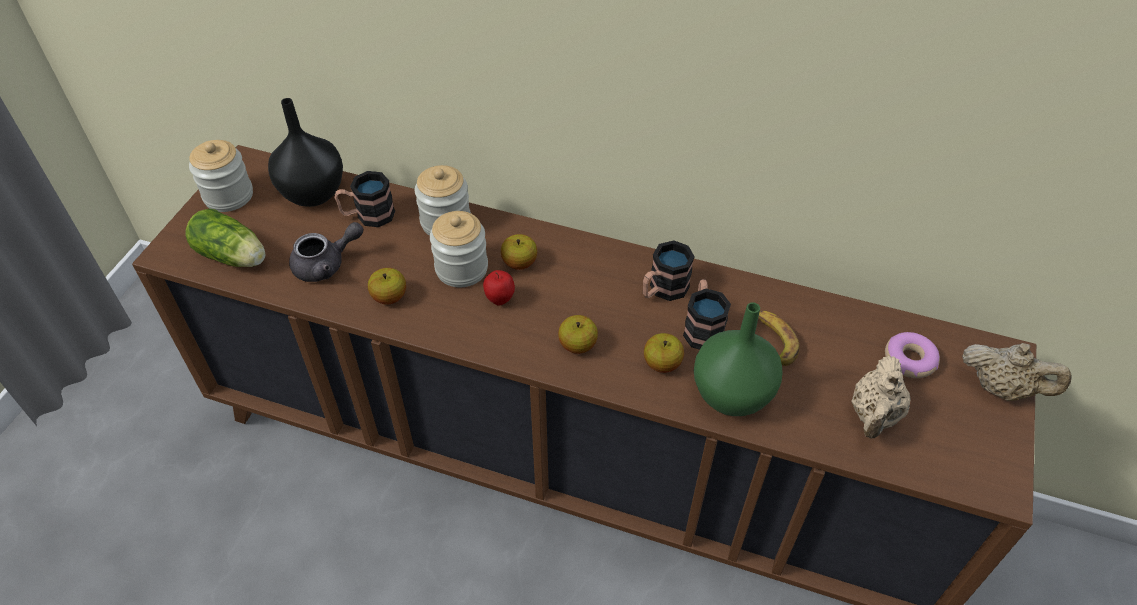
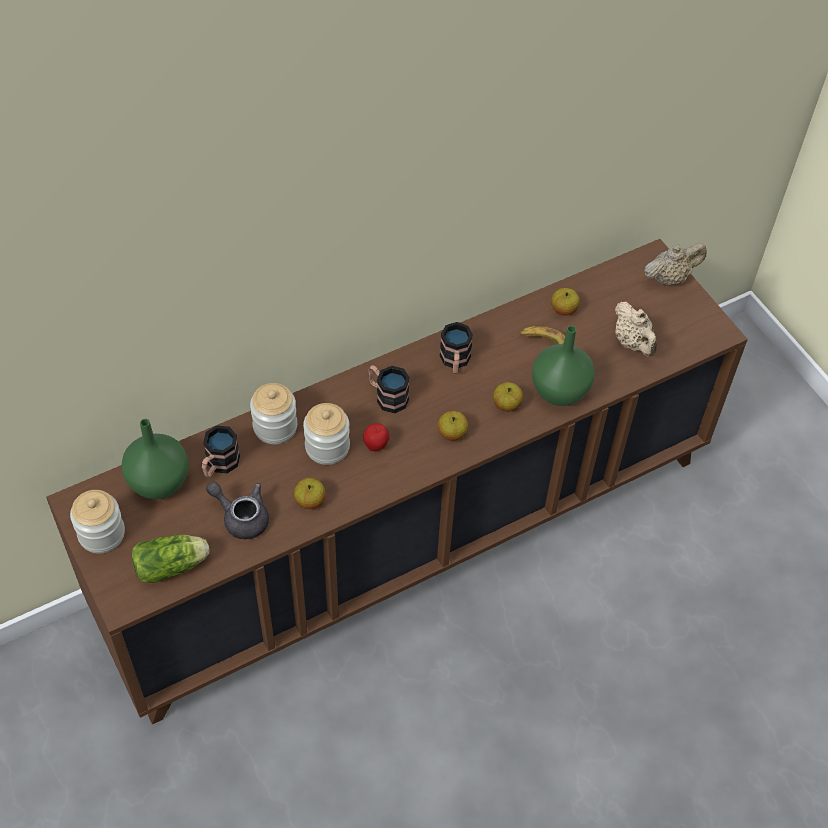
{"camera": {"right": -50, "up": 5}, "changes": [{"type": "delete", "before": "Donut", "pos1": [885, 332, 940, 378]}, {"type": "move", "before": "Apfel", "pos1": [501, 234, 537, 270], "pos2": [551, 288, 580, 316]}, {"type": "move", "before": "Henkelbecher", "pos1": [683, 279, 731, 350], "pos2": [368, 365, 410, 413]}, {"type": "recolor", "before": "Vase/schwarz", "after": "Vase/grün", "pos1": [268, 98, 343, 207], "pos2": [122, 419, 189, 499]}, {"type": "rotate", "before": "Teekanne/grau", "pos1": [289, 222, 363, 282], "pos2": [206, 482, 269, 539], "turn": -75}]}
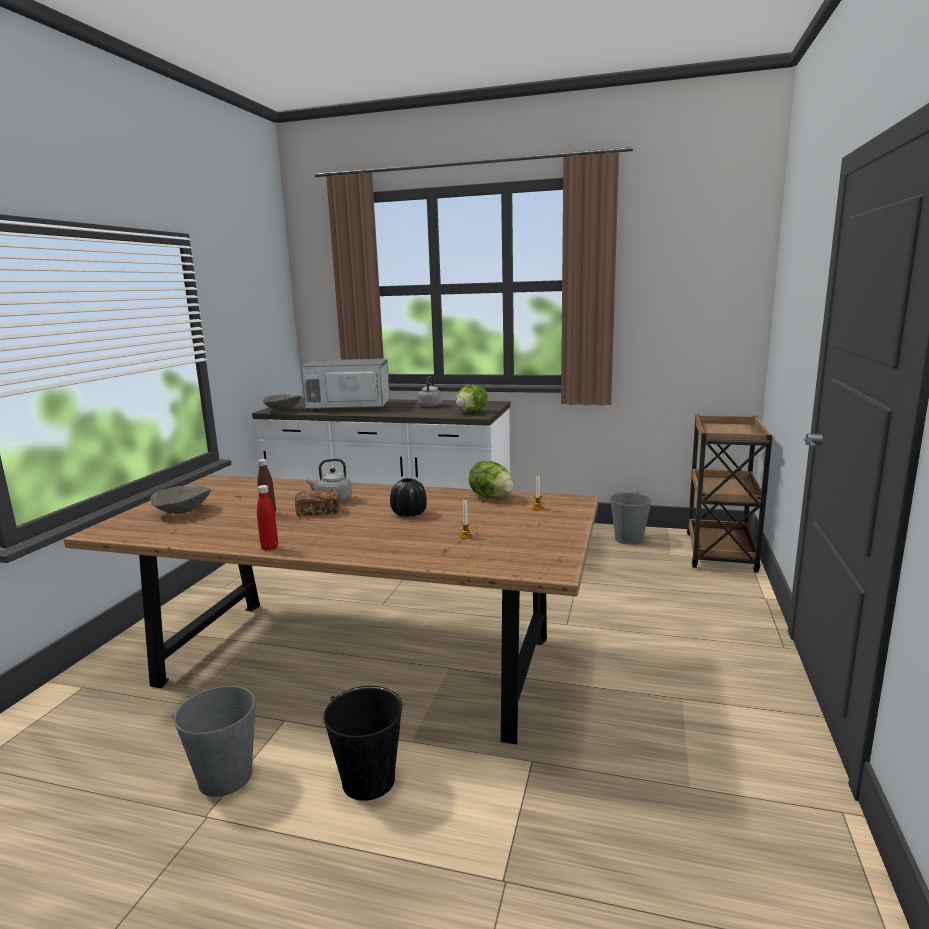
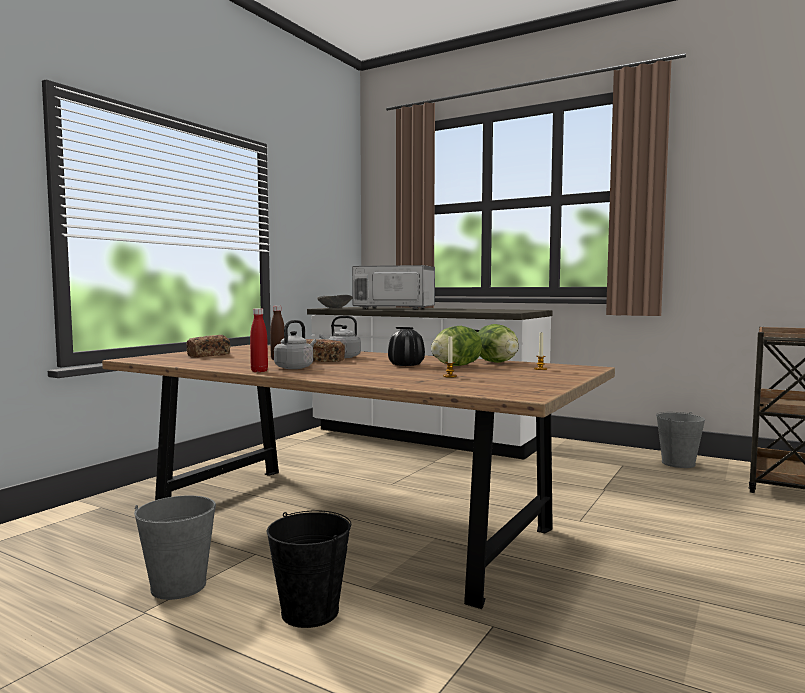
{"camera": {"right": 15, "up": -10}, "changes": [{"type": "move", "before": "Wasserkessel/grau", "pos1": [418, 376, 442, 407], "pos2": [274, 320, 316, 369]}, {"type": "move", "before": "Salatkopf", "pos1": [456, 384, 488, 412], "pos2": [431, 326, 482, 366]}, {"type": "replace", "before": "Schüssel/grau", "after": "Brot", "pos1": [150, 486, 211, 514], "pos2": [187, 335, 230, 357]}]}
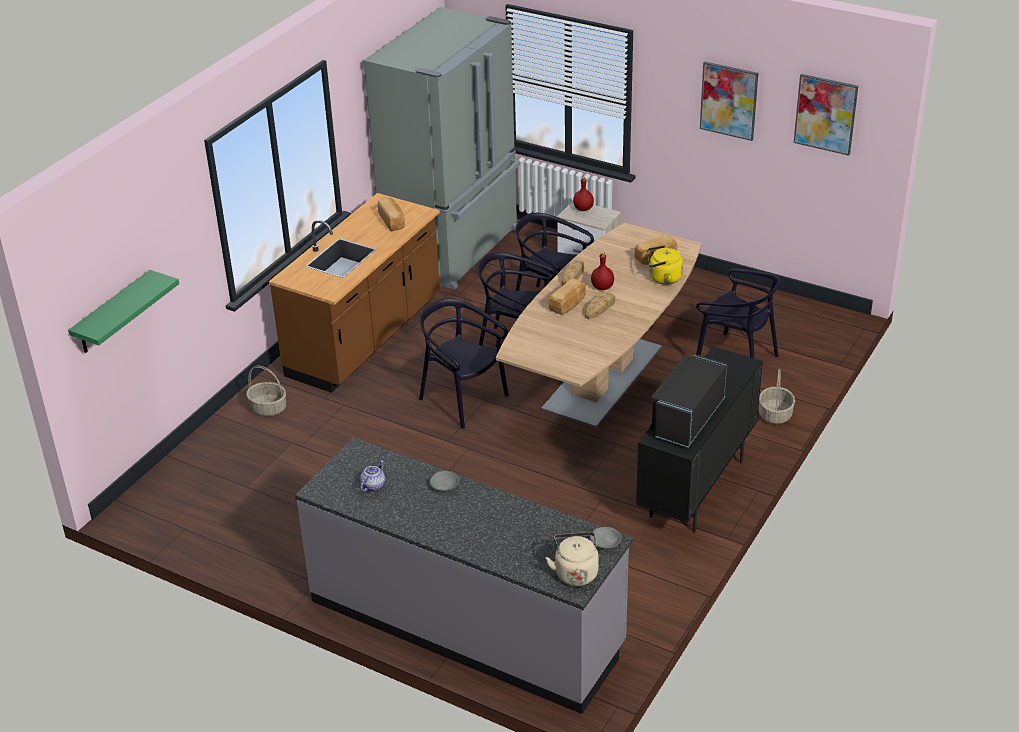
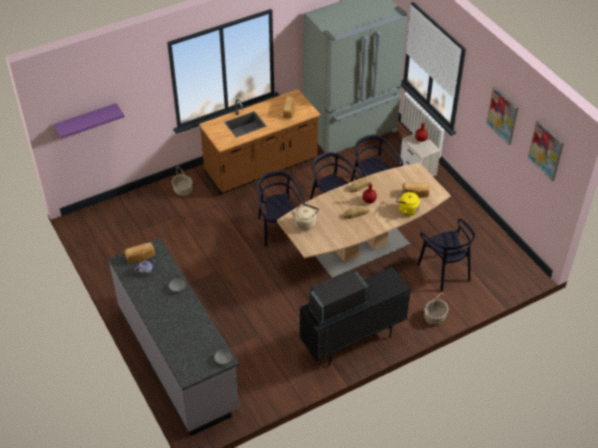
{"camera": {"right": 30, "up": 10}, "changes": [{"type": "move", "before": "Wasserkessel/beige", "pos1": [546, 532, 599, 586], "pos2": [291, 203, 319, 230]}, {"type": "move", "before": "Brot", "pos1": [549, 279, 586, 314], "pos2": [125, 242, 155, 263]}, {"type": "recolor", "before": "Wandregal/grün", "after": "Wandregal/lila", "pos1": [68, 270, 179, 353], "pos2": [54, 103, 125, 139]}]}
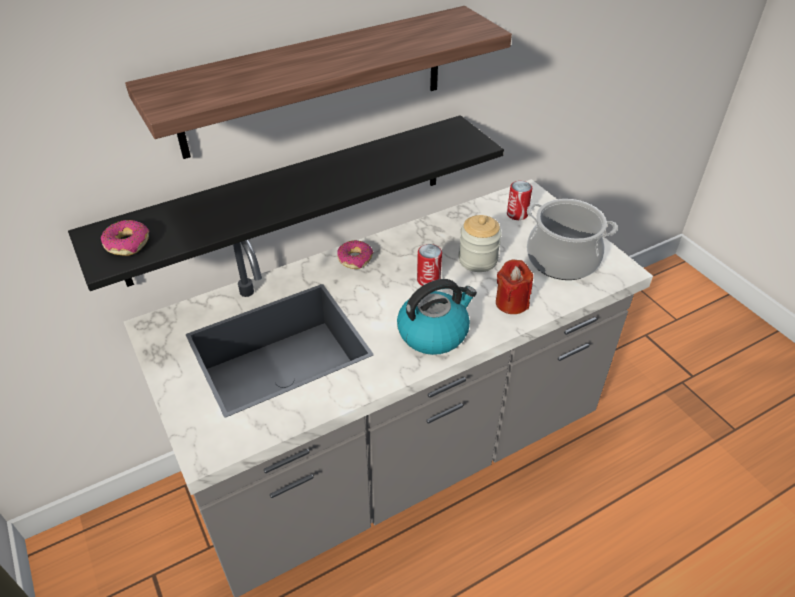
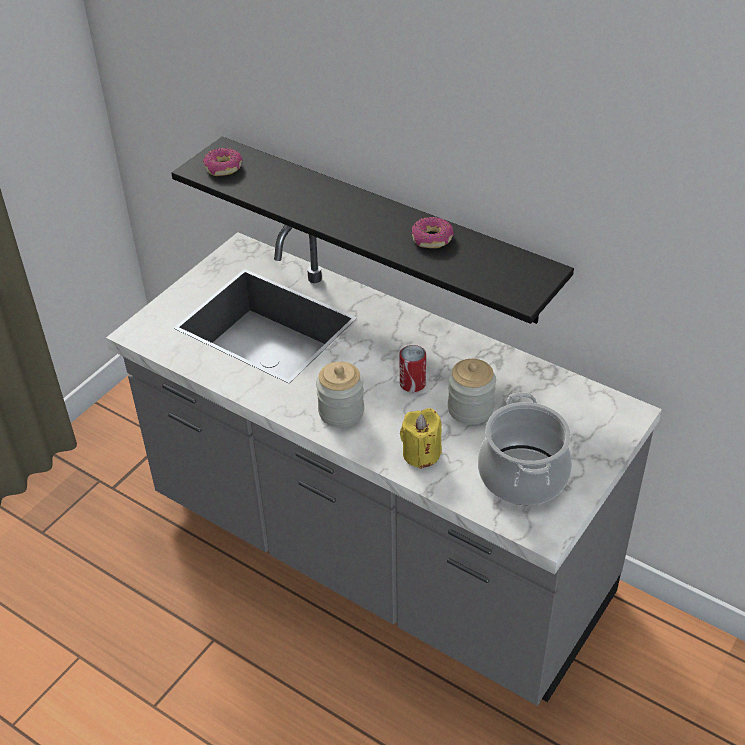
{"camera": {"right": 65, "up": 0}, "changes": [{"type": "delete", "before": "Wandregal", "pos1": [125, 6, 512, 159]}, {"type": "delete", "before": "Dose", "pos1": [507, 181, 532, 220]}, {"type": "move", "before": "Donut", "pos1": [337, 240, 373, 269], "pos2": [412, 217, 454, 248]}, {"type": "replace", "before": "Wasserkessel", "after": "Vorratsglas", "pos1": [397, 279, 477, 355], "pos2": [316, 362, 364, 427]}, {"type": "recolor", "before": "Kerze/rot", "after": "Kerze/gelb", "pos1": [496, 259, 533, 314], "pos2": [400, 408, 442, 469]}]}
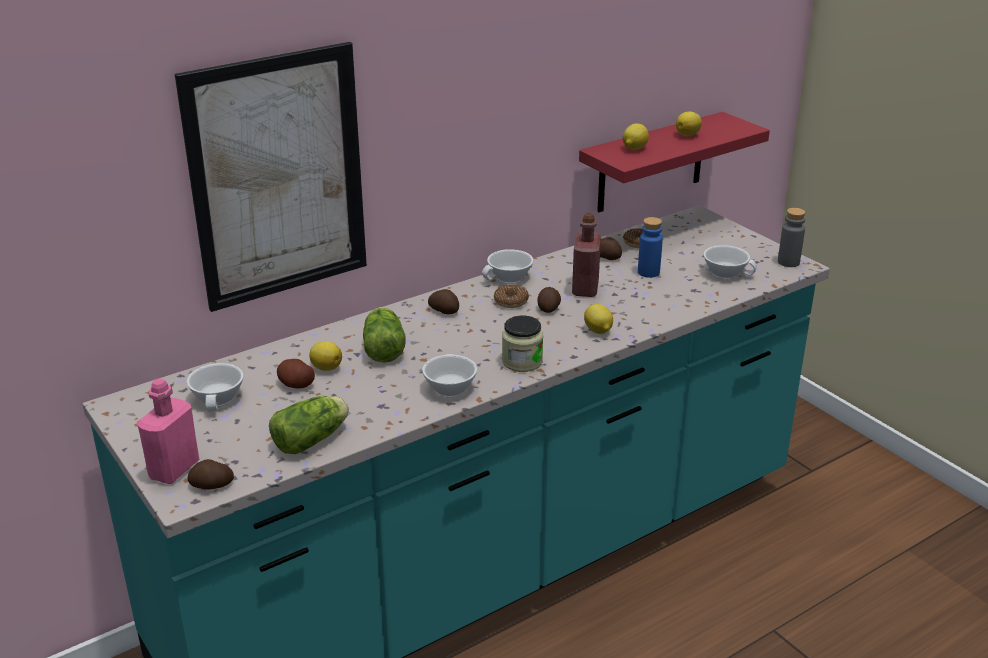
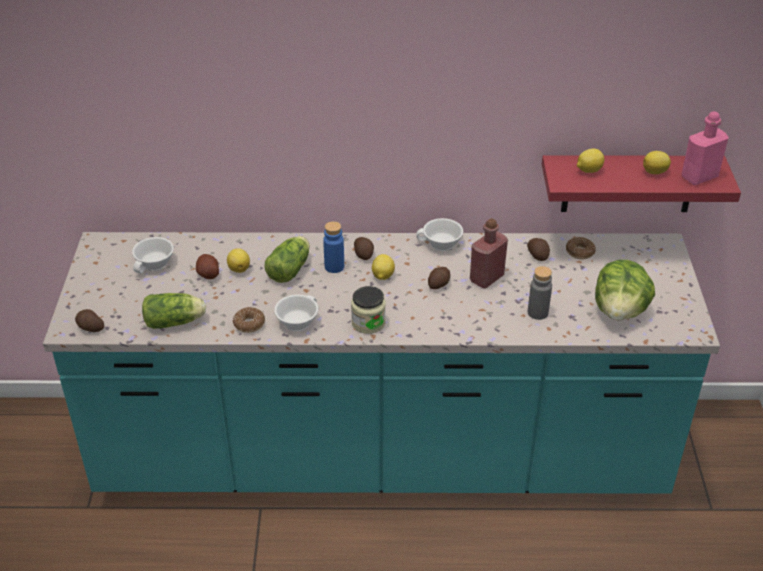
{"camera": {"right": 35, "up": 10}, "changes": [{"type": "delete", "before": "Bild", "pos1": [175, 42, 367, 312]}, {"type": "move", "before": "Flasche/rosa", "pos1": [137, 378, 199, 484], "pos2": [682, 111, 728, 185]}, {"type": "move", "before": "Donut", "pos1": [494, 285, 529, 308], "pos2": [233, 307, 265, 333]}, {"type": "move", "before": "Zitrone", "pos1": [584, 304, 613, 334], "pos2": [372, 254, 395, 280]}, {"type": "move", "before": "Flasche/blau", "pos1": [638, 217, 663, 278], "pos2": [323, 221, 344, 273]}, {"type": "move", "before": "Flasche/grau", "pos1": [778, 208, 805, 267], "pos2": [528, 266, 552, 320]}, {"type": "replace", "before": "Tasse/weiß", "after": "Salatkopf", "pos1": [703, 245, 757, 279], "pos2": [595, 260, 655, 320]}]}
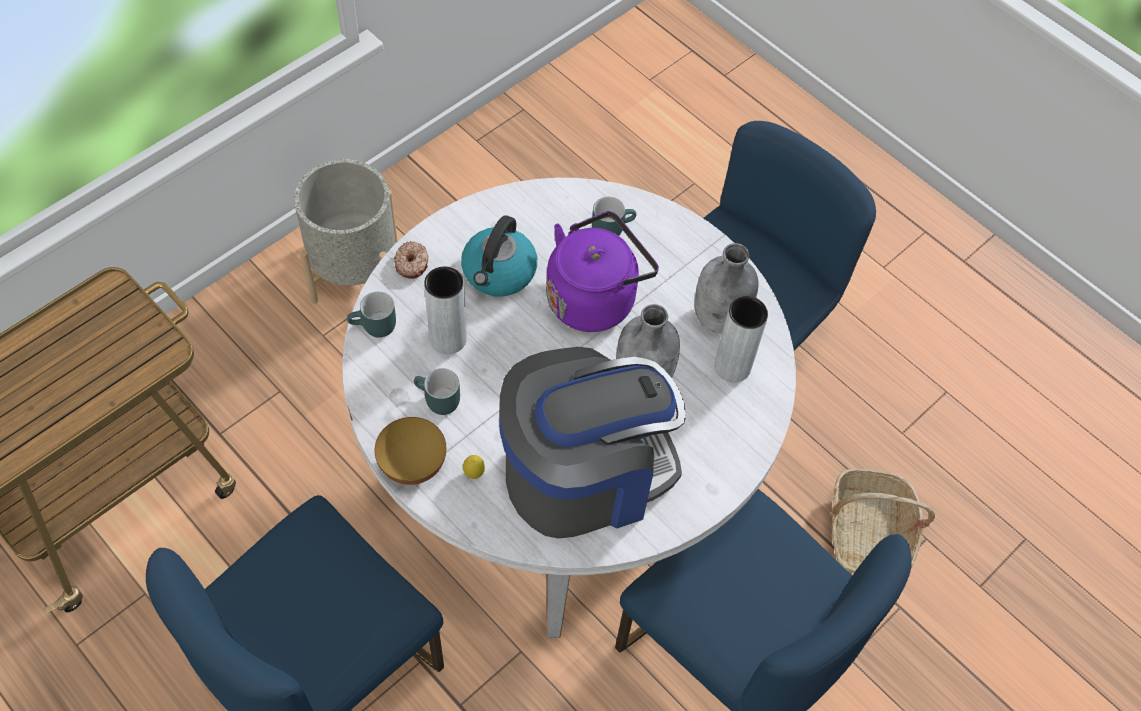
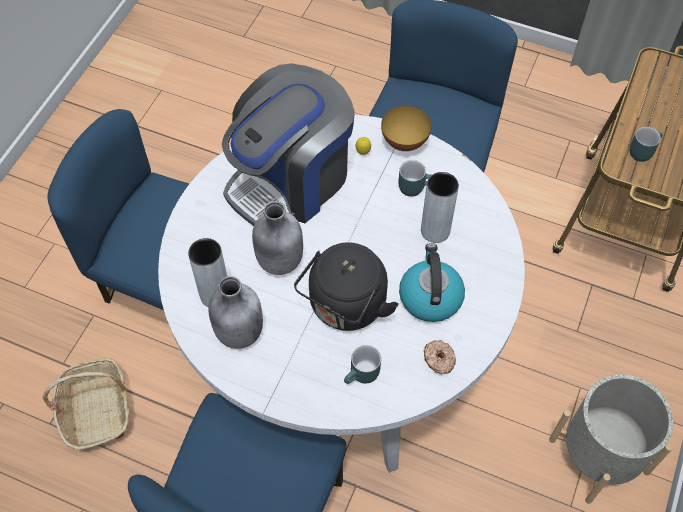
{"camera": {"right": 160, "up": 0}, "changes": [{"type": "move", "before": "Henkelbecher/türkis", "pos1": [347, 292, 396, 338], "pos2": [630, 127, 663, 162]}, {"type": "move", "before": "Donut", "pos1": [394, 241, 428, 279], "pos2": [424, 340, 456, 375]}, {"type": "recolor", "before": "Wasserkessel/lila", "after": "Wasserkessel/schwarz", "pos1": [546, 211, 659, 332], "pos2": [294, 242, 399, 331]}]}
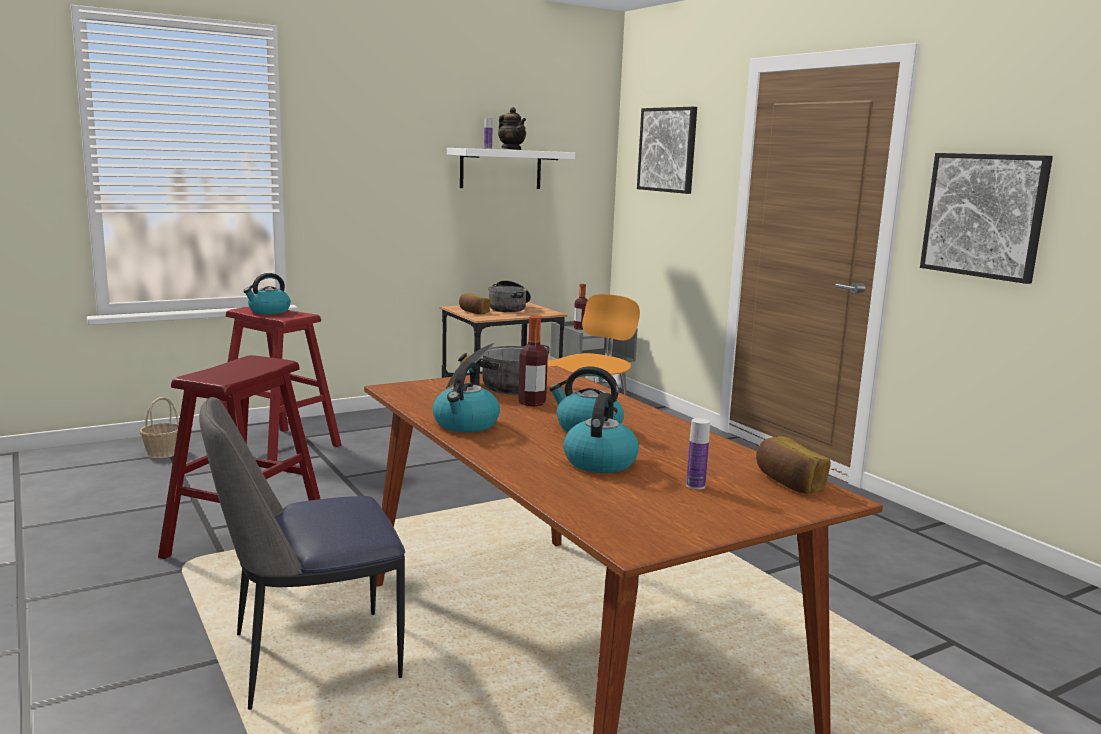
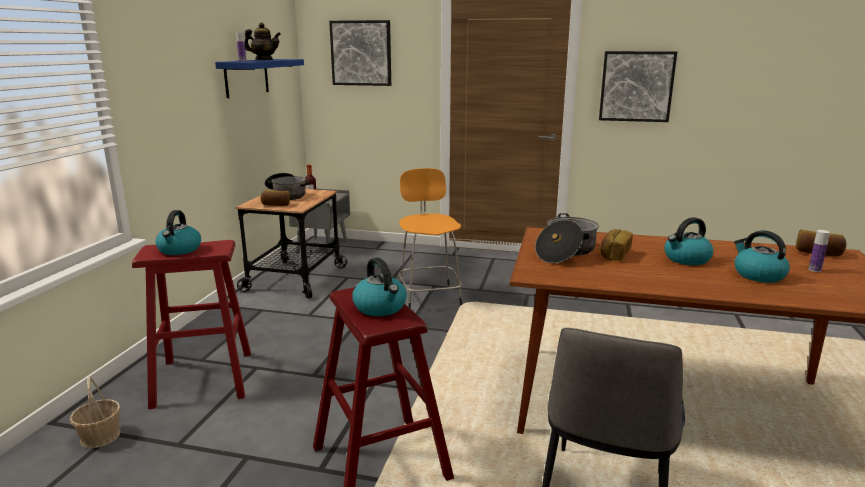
{"camera": {"right": -45, "up": 5}, "changes": [{"type": "move", "before": "Wasserkessel", "pos1": [433, 361, 500, 432], "pos2": [352, 258, 407, 316]}, {"type": "replace", "before": "Flasche", "after": "Brot", "pos1": [518, 316, 548, 407], "pos2": [600, 229, 633, 261]}, {"type": "recolor", "before": "Wandregal/weiß", "after": "Wandregal/blau", "pos1": [447, 148, 575, 189], "pos2": [215, 59, 304, 98]}]}
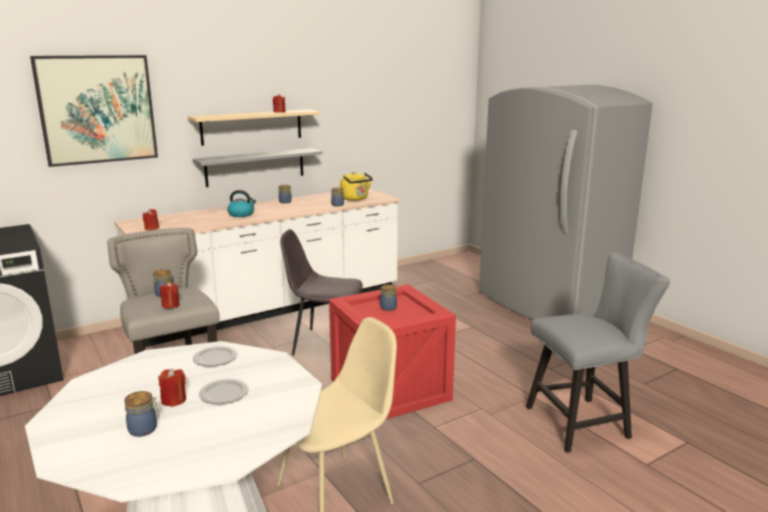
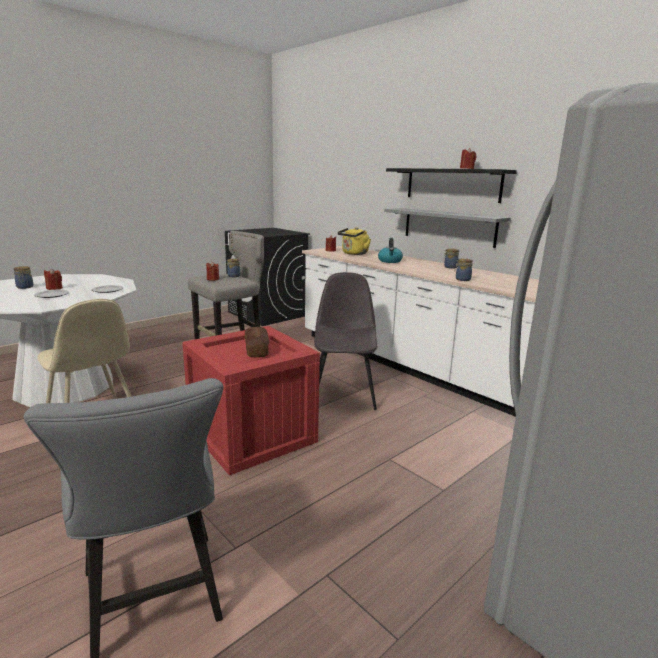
{"camera": {"right": 80, "up": 0}, "changes": [{"type": "delete", "before": "Bild", "pos1": [30, 55, 158, 167]}, {"type": "move", "before": "Wasserkessel/gelb", "pos1": [340, 172, 373, 201], "pos2": [338, 227, 371, 255]}, {"type": "replace", "before": "Vorratsglas", "after": "Brot", "pos1": [380, 284, 397, 311], "pos2": [245, 327, 270, 357]}, {"type": "recolor", "before": "Wandregal/beige", "after": "Wandregal/schwarz", "pos1": [188, 109, 321, 146], "pos2": [386, 168, 517, 203]}]}
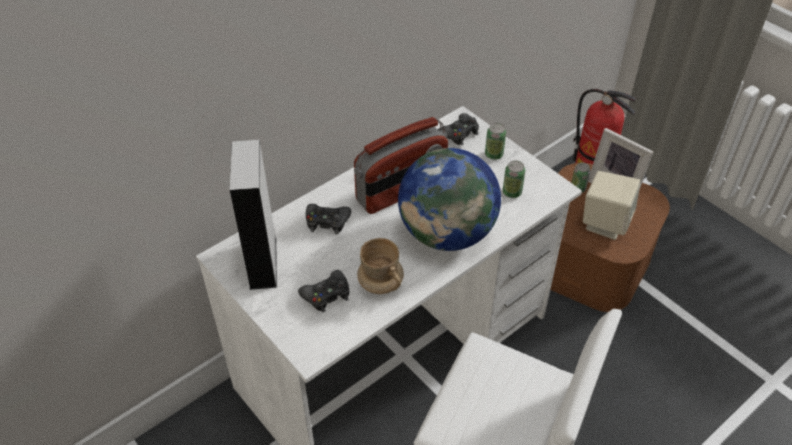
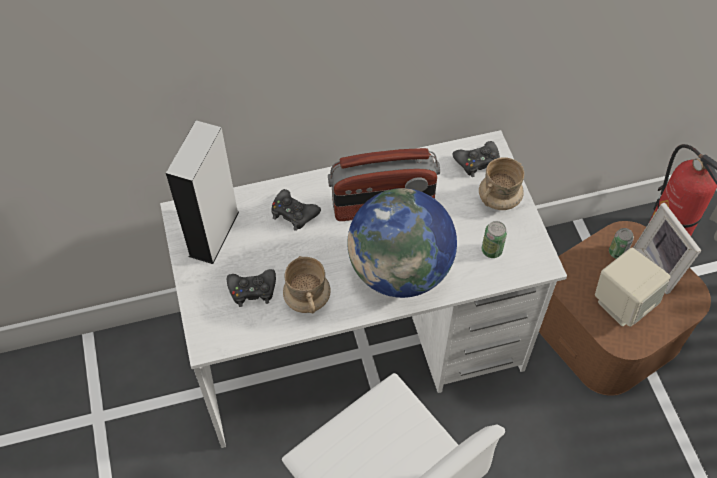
{"camera": {"right": 25, "up": 10}, "changes": [{"type": "replace", "before": "Dose", "after": "Henkelbecher/beige", "pos1": [485, 123, 506, 160], "pos2": [479, 157, 524, 210]}]}
